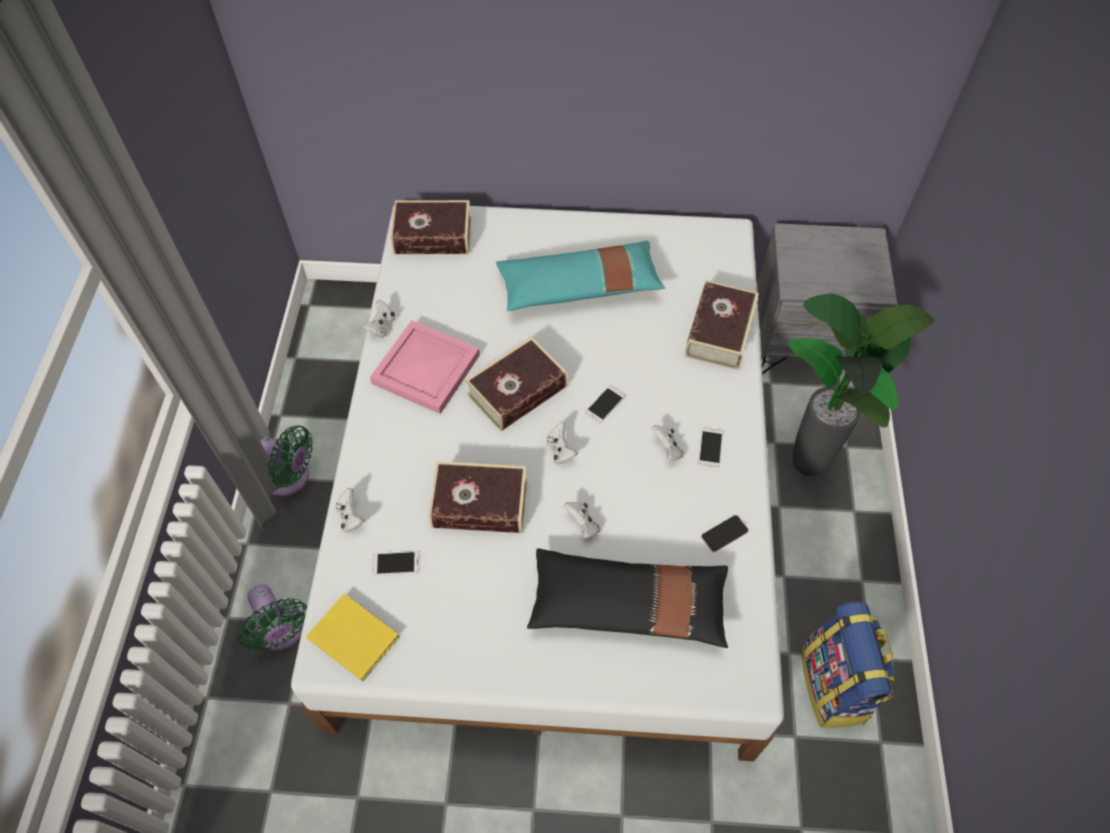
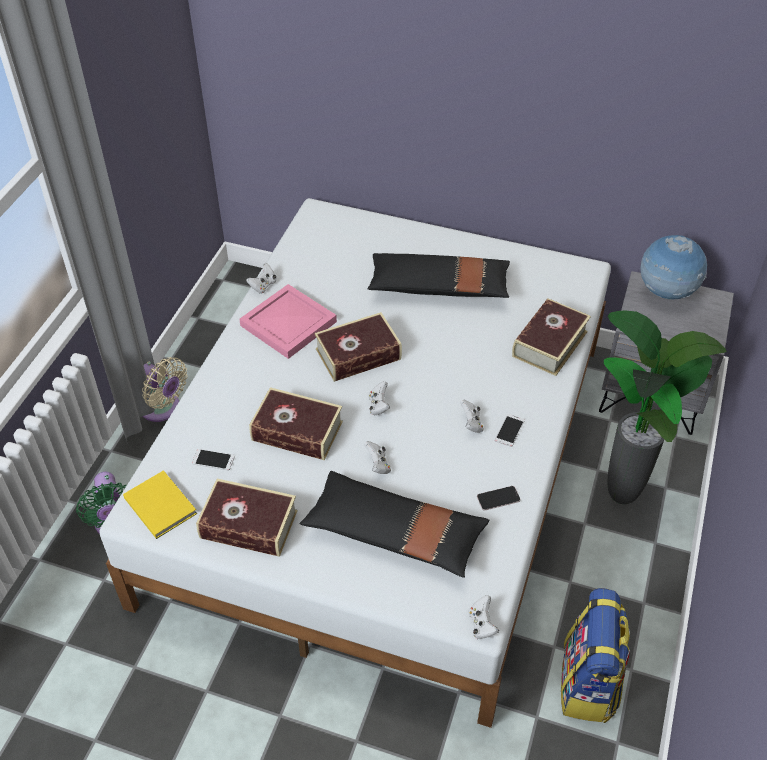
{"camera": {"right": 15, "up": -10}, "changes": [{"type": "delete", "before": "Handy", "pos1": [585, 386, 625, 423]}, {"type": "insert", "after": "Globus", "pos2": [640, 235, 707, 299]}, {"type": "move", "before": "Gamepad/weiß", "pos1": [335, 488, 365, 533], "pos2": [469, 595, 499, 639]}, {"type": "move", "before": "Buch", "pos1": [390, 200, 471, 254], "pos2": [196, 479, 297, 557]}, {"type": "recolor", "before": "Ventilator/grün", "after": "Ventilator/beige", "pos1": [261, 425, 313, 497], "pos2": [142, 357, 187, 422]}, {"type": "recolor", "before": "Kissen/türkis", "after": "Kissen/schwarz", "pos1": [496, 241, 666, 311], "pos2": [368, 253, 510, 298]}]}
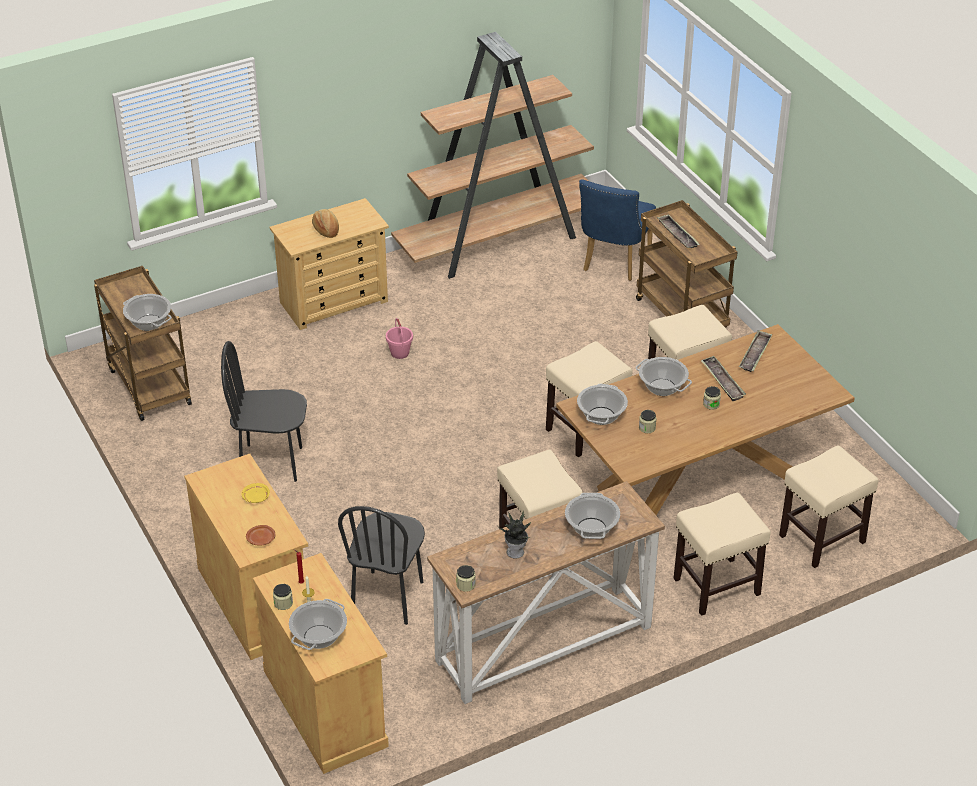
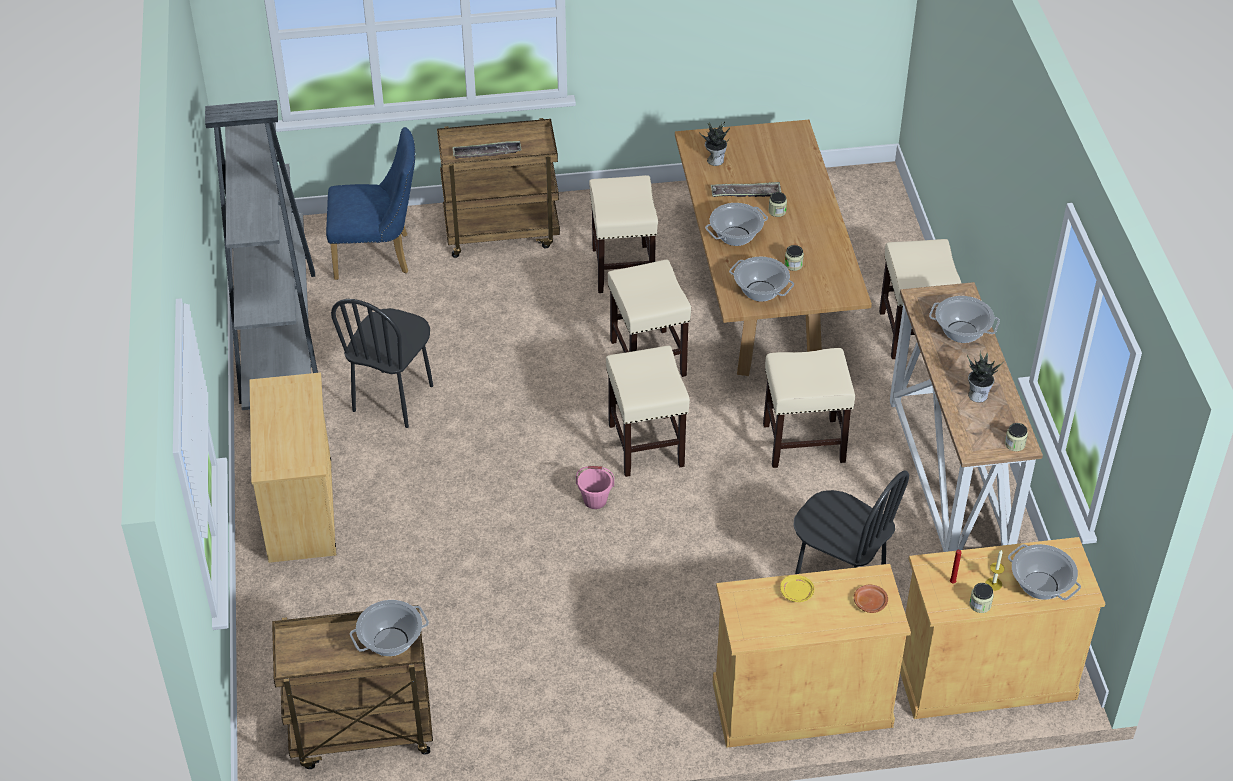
{"camera": {"right": -70, "up": 5}, "changes": [{"type": "delete", "before": "Brot", "pos1": [312, 209, 339, 238]}, {"type": "move", "before": "Stuhl/schwarz", "pos1": [221, 341, 307, 482], "pos2": [331, 299, 433, 428]}, {"type": "move", "before": "Eimer/rosa", "pos1": [386, 318, 413, 359], "pos2": [576, 466, 614, 509]}, {"type": "move", "before": "Hocker/beige", "pos1": [779, 445, 879, 568], "pos2": [606, 346, 690, 477]}, {"type": "replace", "before": "Tablett", "after": "Topfpflanze", "pos1": [739, 330, 772, 372], "pos2": [699, 121, 730, 166]}, {"type": "recolor", "before": "Bücherregal/braun", "after": "Bücherregal/grau", "pos1": [391, 32, 594, 279], "pos2": [205, 100, 318, 410]}, {"type": "rotate", "before": "Stuhl/blau", "pos1": [579, 179, 656, 281], "pos2": [326, 127, 415, 280], "turn": -45}]}
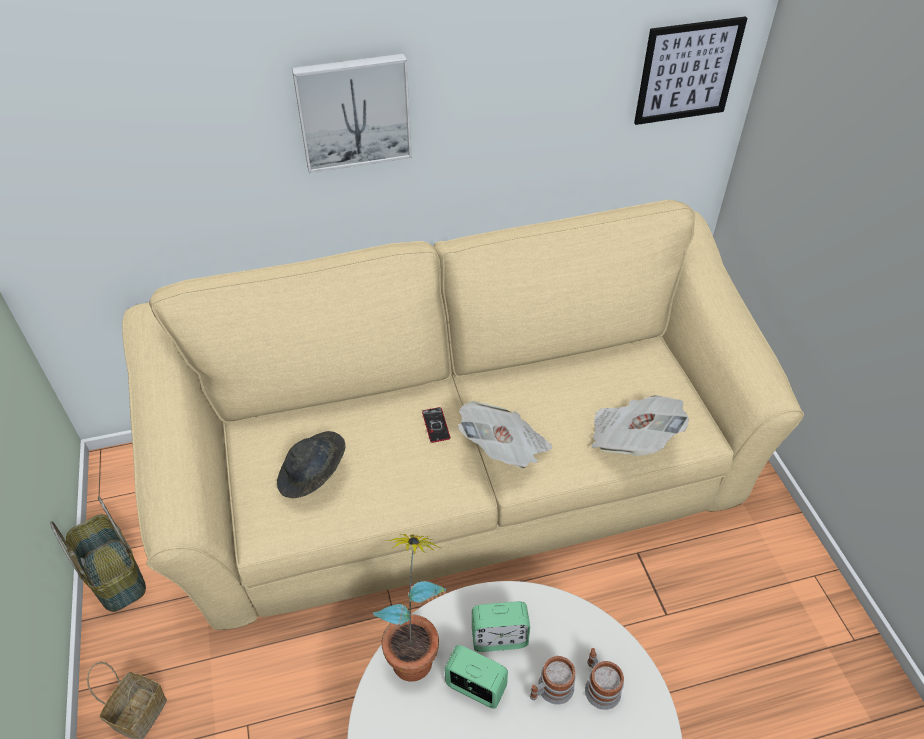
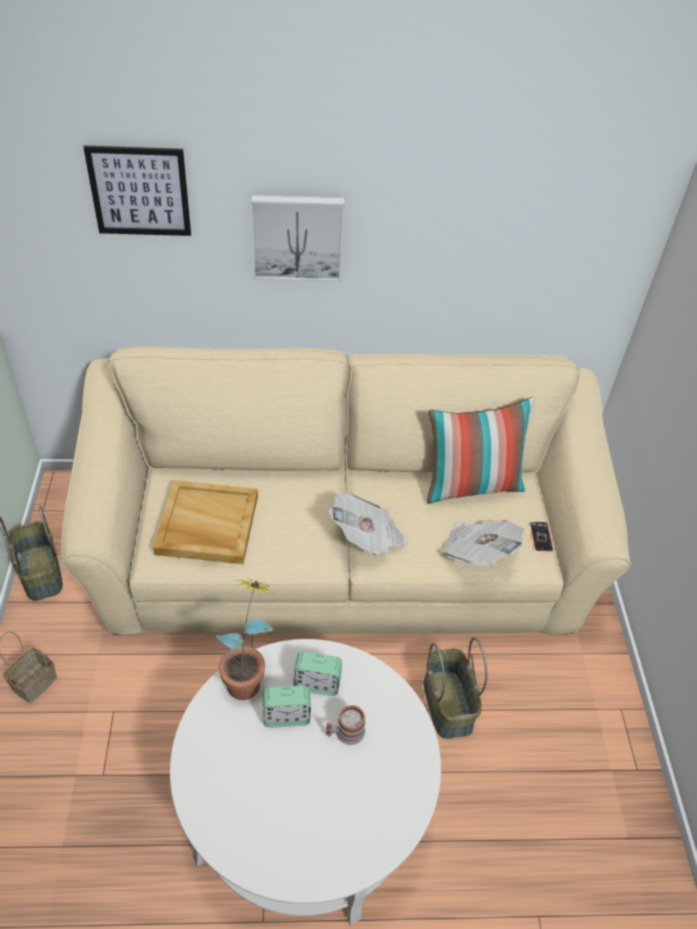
{"camera": {"right": 10, "up": 0}, "changes": [{"type": "delete", "before": "Henkelbecher", "pos1": [585, 648, 624, 710]}, {"type": "insert", "after": "Korb", "pos2": [424, 637, 488, 739]}, {"type": "insert", "after": "Kissen", "pos2": [427, 397, 535, 504]}, {"type": "move", "before": "Handy", "pos1": [422, 407, 450, 443], "pos2": [530, 522, 553, 551]}, {"type": "move", "before": "Bild", "pos1": [634, 16, 747, 125], "pos2": [83, 145, 191, 236]}, {"type": "replace", "before": "Hut/grau", "after": "Tablett/beige", "pos1": [277, 431, 346, 498], "pos2": [153, 480, 258, 564]}, {"type": "rotate", "before": "Wecker", "pos1": [444, 645, 508, 709], "pos2": [263, 685, 311, 727], "turn": 135}]}
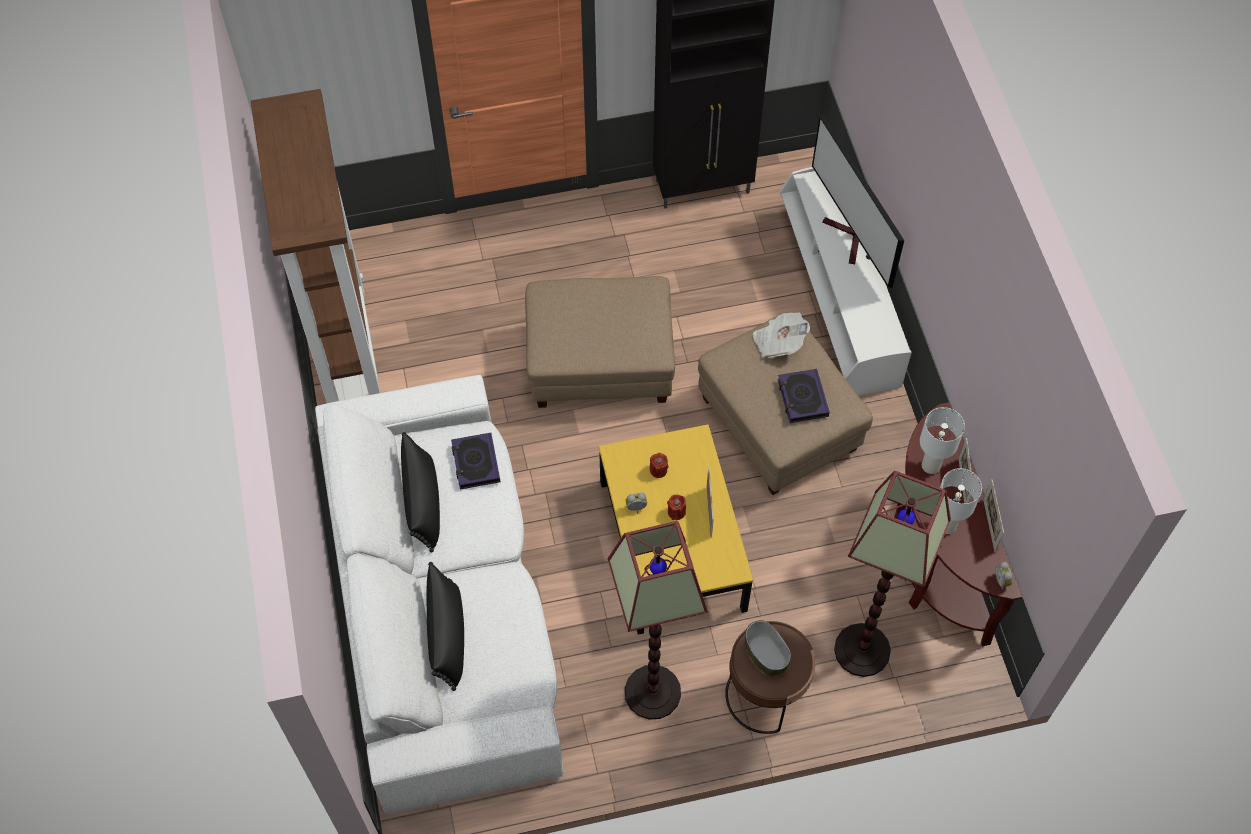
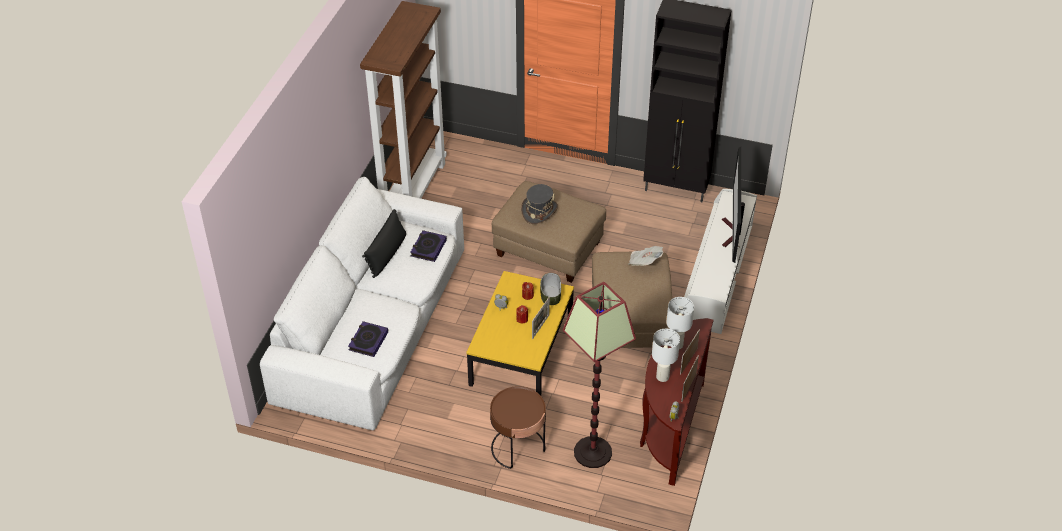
{"camera": {"right": 30, "up": -15}, "changes": [{"type": "delete", "before": "Kissen/schwarz", "pos1": [427, 562, 464, 691]}, {"type": "delete", "before": "Stehlampe", "pos1": [607, 521, 708, 720]}, {"type": "insert", "after": "Hut/grau", "pos2": [521, 184, 558, 224]}, {"type": "move", "before": "Schüssel", "pos1": [745, 621, 791, 676], "pos2": [540, 273, 561, 305]}, {"type": "move", "before": "Buch", "pos1": [778, 369, 830, 423], "pos2": [348, 321, 388, 357]}]}
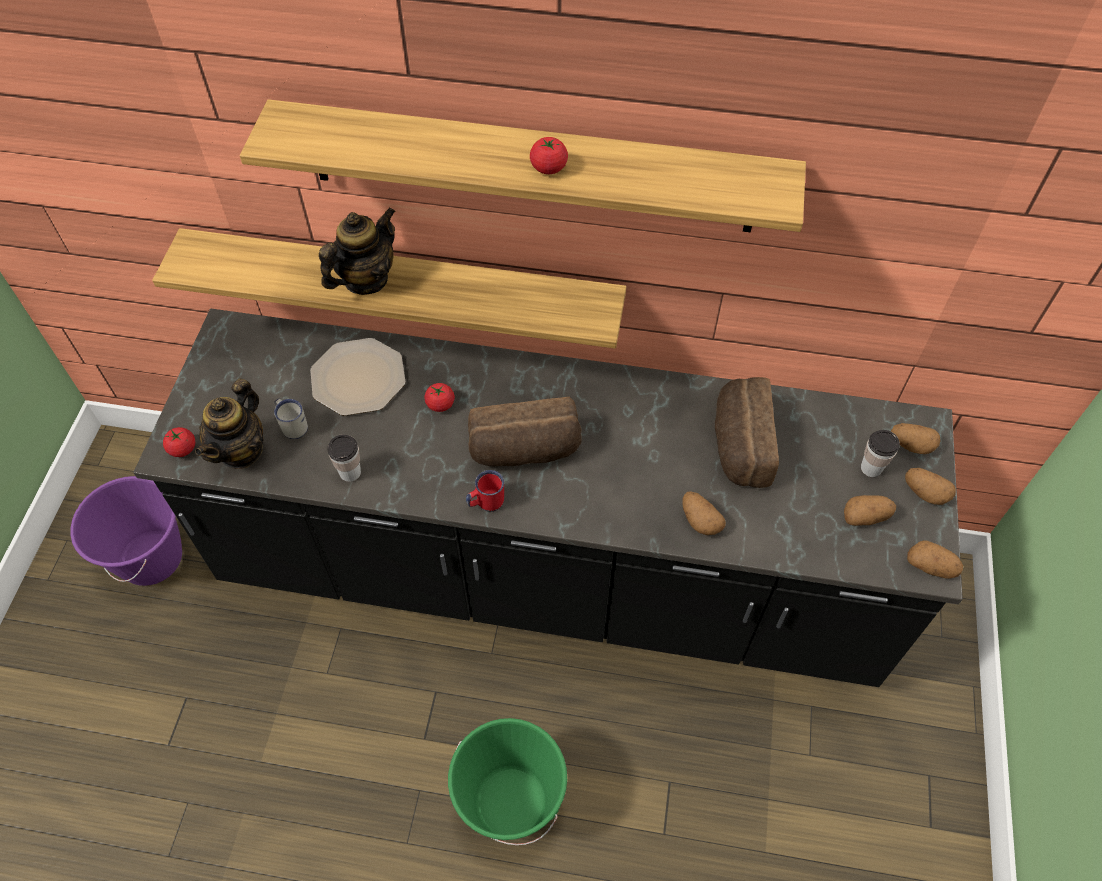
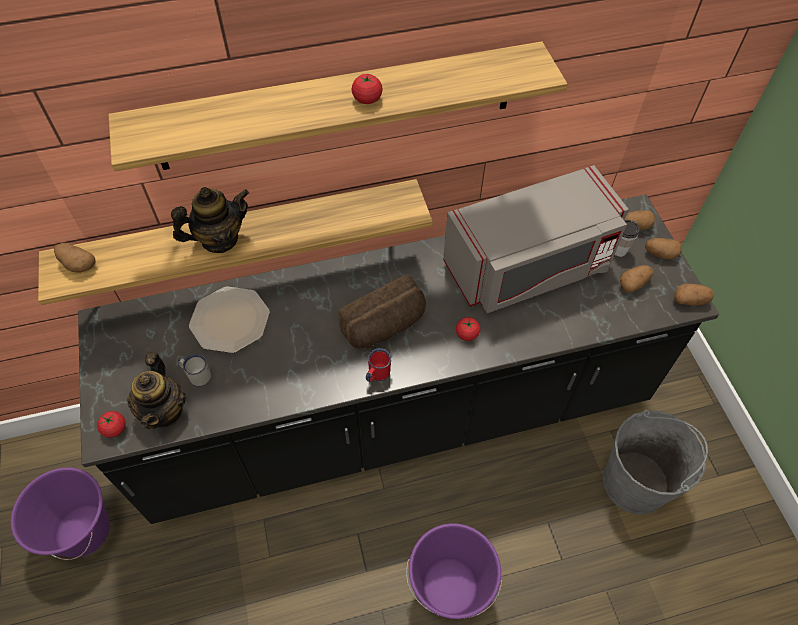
{"camera": {"right": -25, "up": 0}, "changes": [{"type": "delete", "before": "Tasse", "pos1": [327, 434, 361, 482]}, {"type": "insert", "after": "Eimer/grau", "pos2": [603, 410, 708, 514]}, {"type": "move", "before": "Tomate", "pos1": [424, 383, 455, 412], "pos2": [456, 317, 480, 341]}, {"type": "move", "before": "Kartoffel", "pos1": [683, 491, 726, 535], "pos2": [54, 243, 95, 273]}, {"type": "replace", "before": "Brot", "after": "Mikrowelle/grau", "pos1": [715, 377, 779, 488], "pos2": [443, 165, 629, 313]}, {"type": "recolor", "before": "Eimer/grün", "after": "Eimer/lila", "pos1": [448, 718, 567, 845], "pos2": [406, 523, 502, 619]}, {"type": "rotate", "before": "Teekanne", "pos1": [319, 207, 396, 295], "pos2": [171, 187, 249, 253], "turn": 45}]}
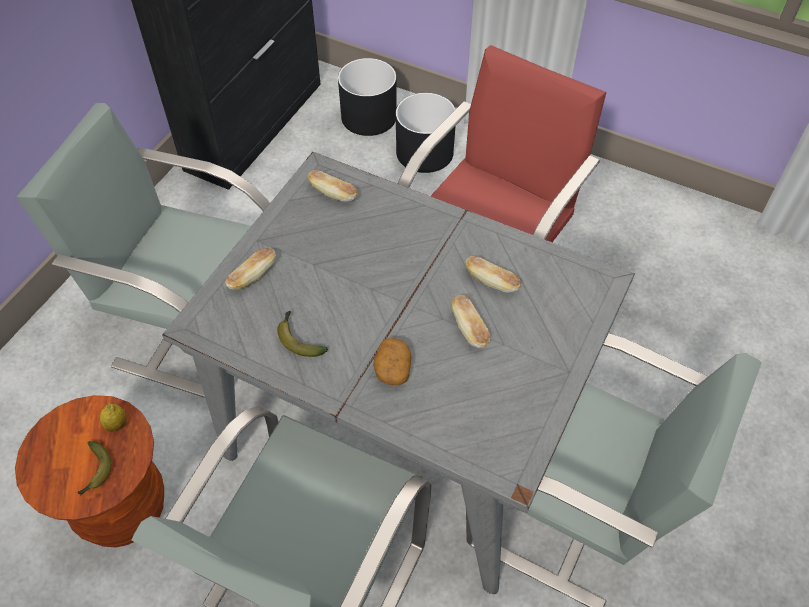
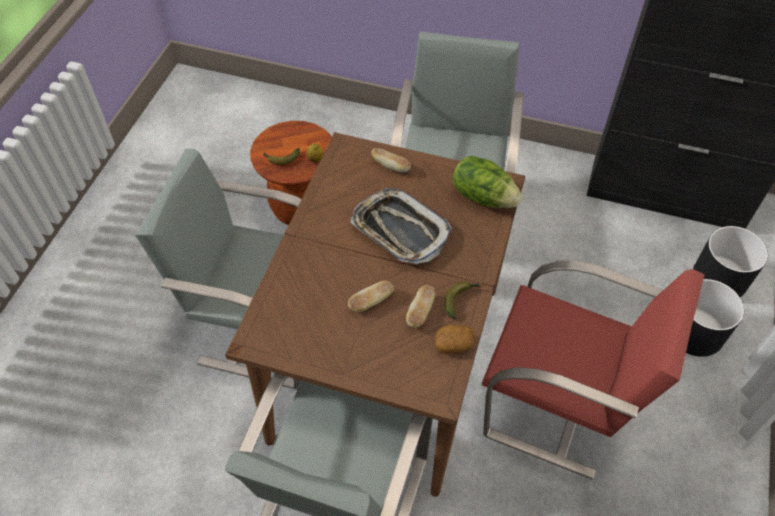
{"camera": {"right": 80, "up": 0}, "changes": [{"type": "insert", "after": "Tablett", "pos2": [350, 188, 452, 264]}, {"type": "move", "before": "Banane", "pos1": [277, 311, 328, 357], "pos2": [445, 281, 481, 319]}, {"type": "move", "before": "Kartoffel", "pos1": [373, 338, 412, 385], "pos2": [434, 325, 475, 354]}, {"type": "replace", "before": "Brot", "after": "Salatkopf", "pos1": [308, 170, 358, 202], "pos2": [452, 156, 522, 208]}, {"type": "recolor", "before": "Esstisch/grau", "after": "Esstisch/braun", "pos1": [162, 152, 635, 594], "pos2": [225, 132, 525, 497]}]}
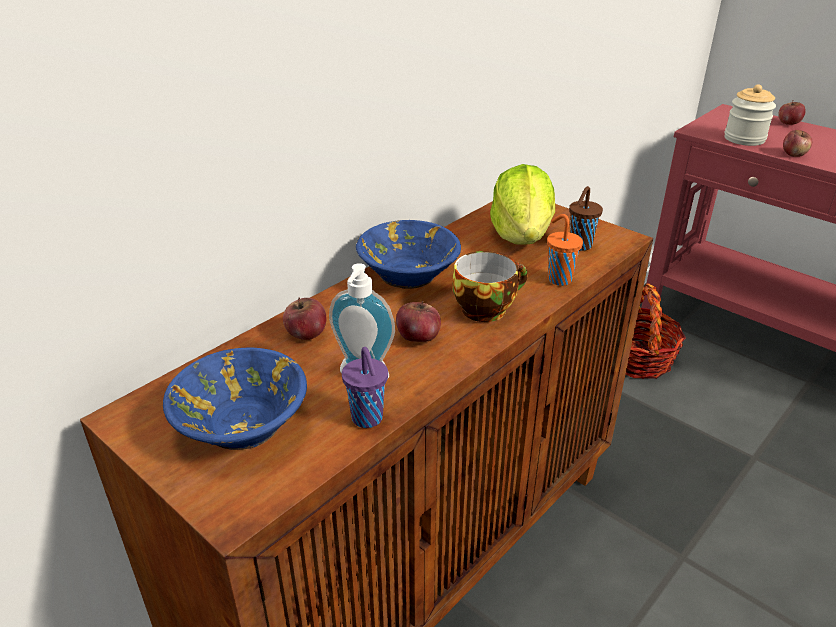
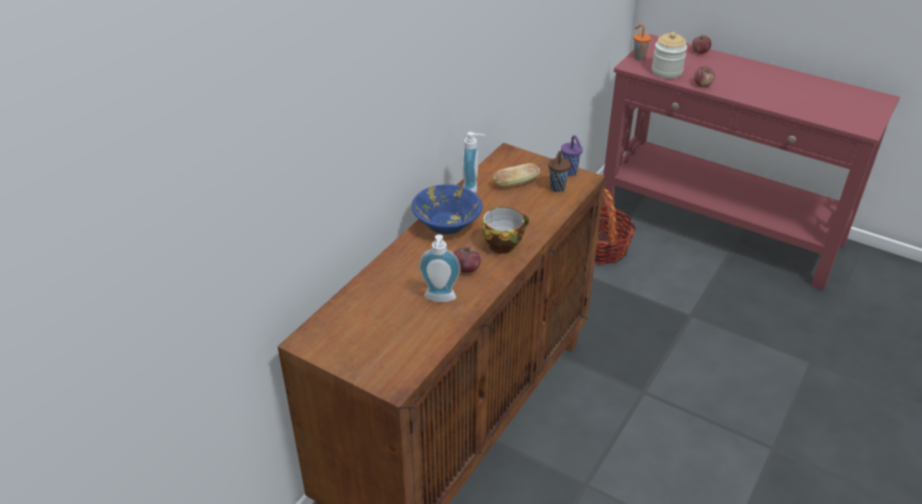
{"camera": {"right": -10, "up": 5}, "changes": [{"type": "delete", "before": "Schüssel/blau", "pos1": [163, 348, 307, 450]}, {"type": "delete", "before": "Apfel", "pos1": [283, 298, 326, 340]}, {"type": "insert", "after": "Seifenspender", "pos2": [463, 132, 485, 193]}, {"type": "move", "before": "Tasse/lila", "pos1": [342, 347, 388, 428], "pos2": [561, 135, 583, 176]}, {"type": "move", "before": "Tasse/orange", "pos1": [547, 214, 583, 286], "pos2": [634, 24, 651, 60]}, {"type": "replace", "before": "Salatkopf", "after": "Brot", "pos1": [490, 164, 555, 244], "pos2": [493, 163, 540, 187]}]}
